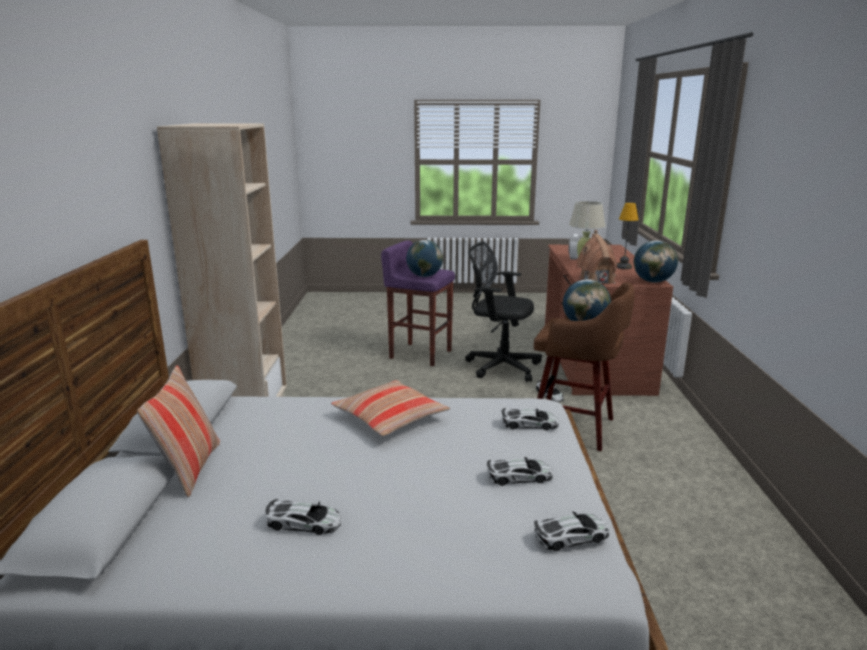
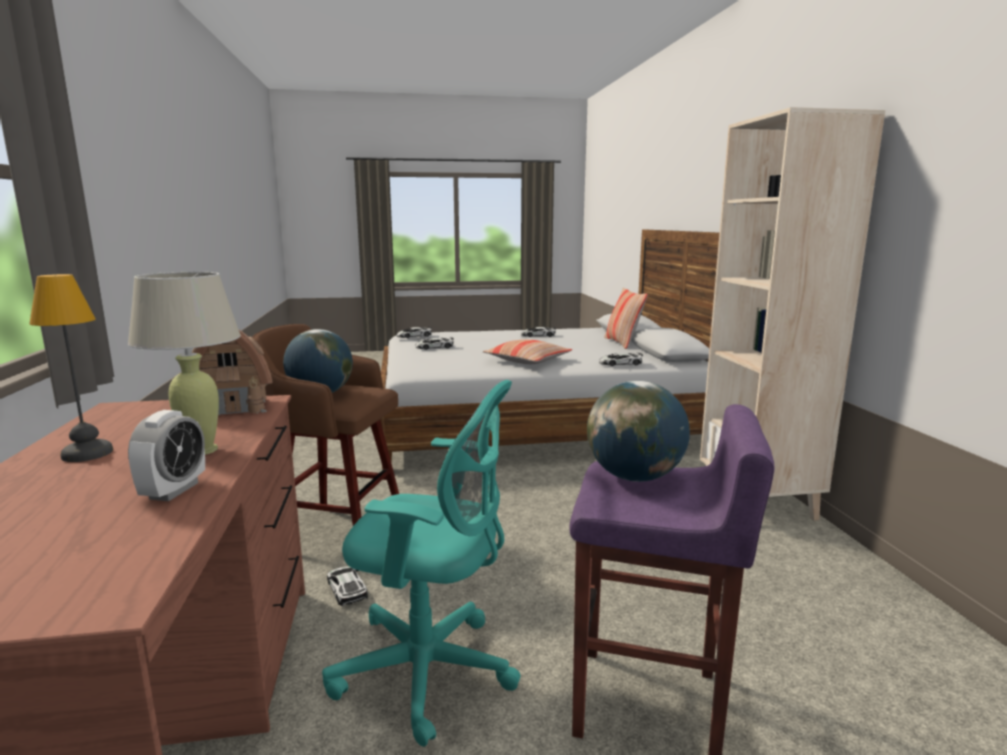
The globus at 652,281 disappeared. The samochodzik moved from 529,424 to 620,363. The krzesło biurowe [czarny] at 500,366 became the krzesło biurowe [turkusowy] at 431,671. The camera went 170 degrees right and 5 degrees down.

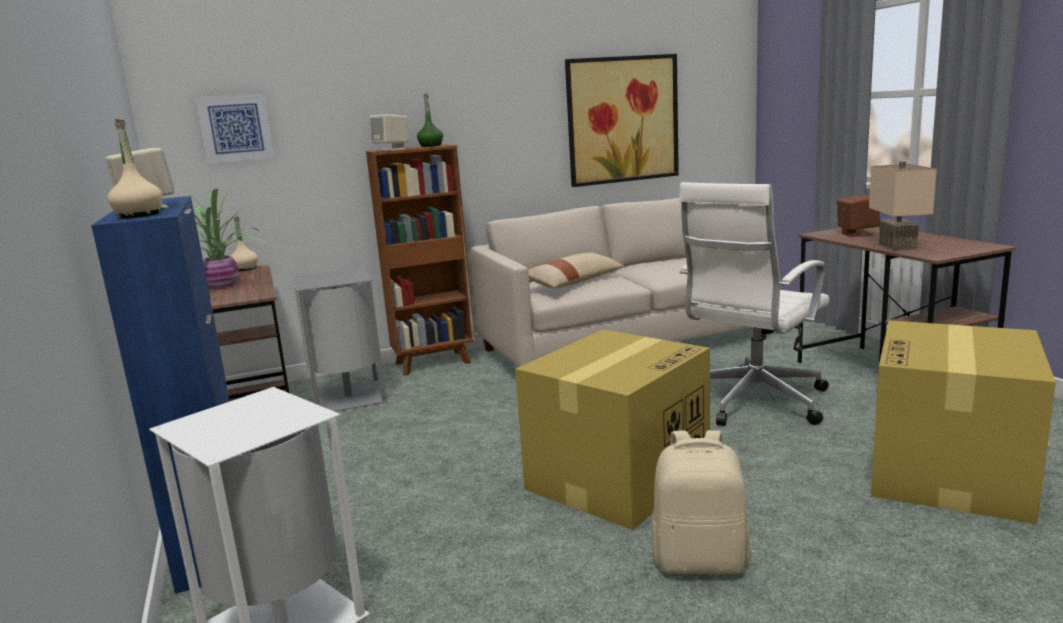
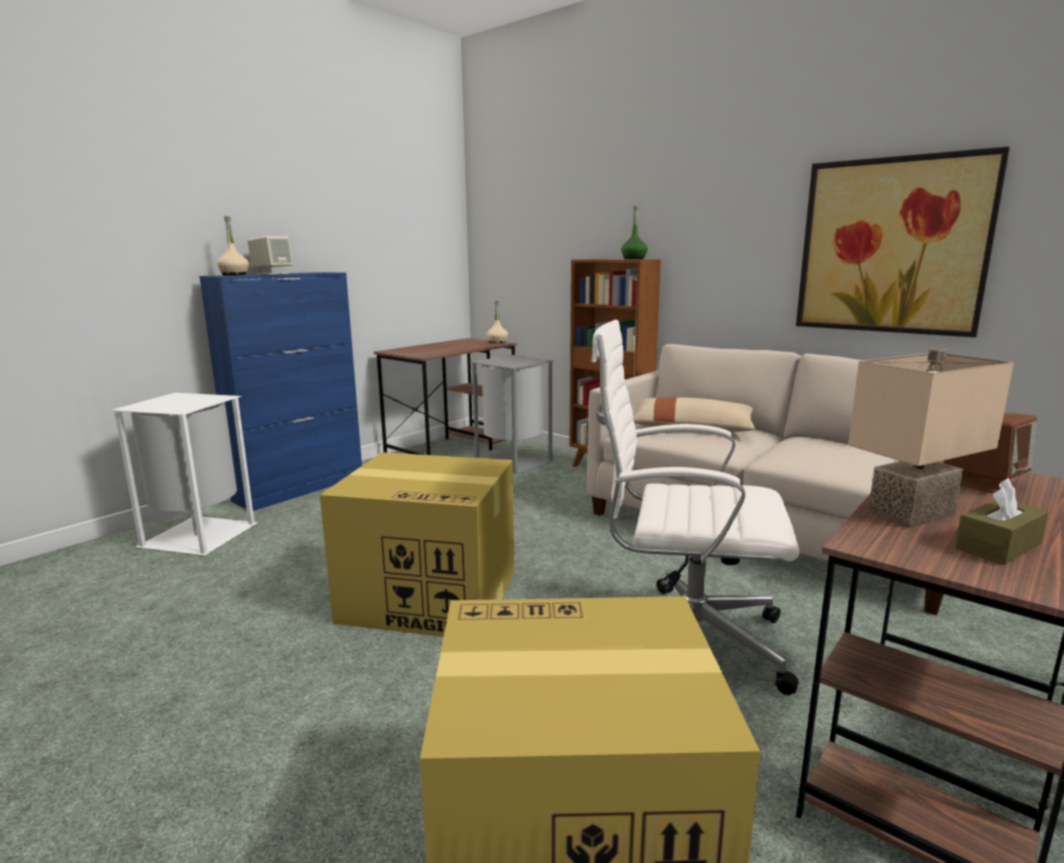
The roślina doniczkowa at 222,286 disappeared. The obraz at 236,128 disappeared. The głośnik [beżowy] at 391,149 disappeared. The plecak [beżowy] at 700,560 disappeared. The pudełko chusteczek [brązowy] at 998,546 appeared. The camera went 60 degrees right and 0 degrees up.

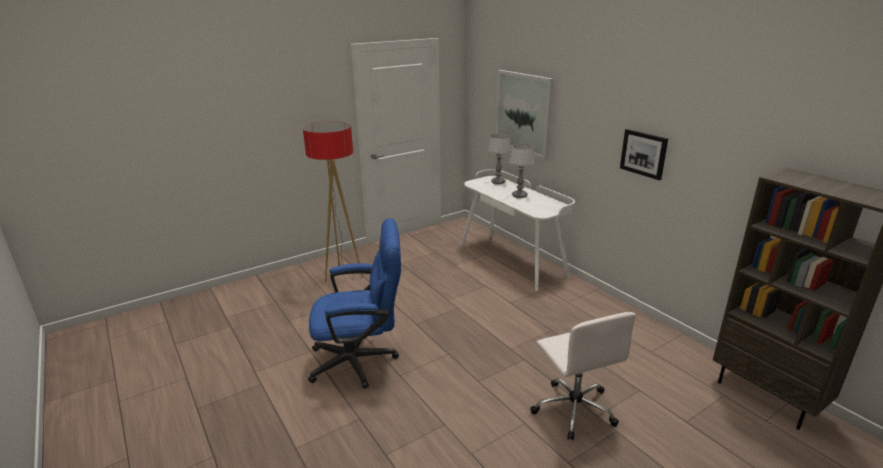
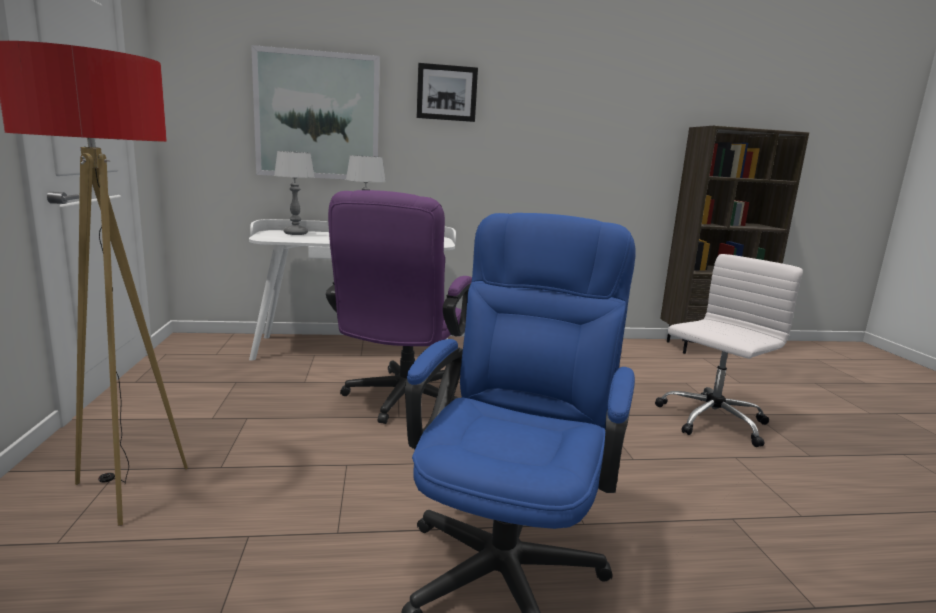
The krzesło biurowe [fioletowy] at 400,401 appeared. The obraz moved from 644,153 to 446,93. The krzesło biurowe [biały] at 573,408 turned 45 degrees counterclockwise. The camera went 65 degrees left and 10 degrees down.

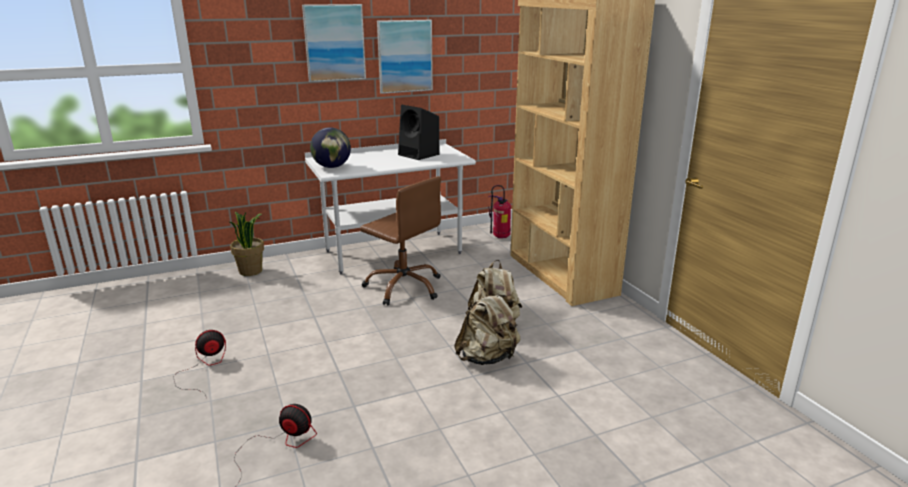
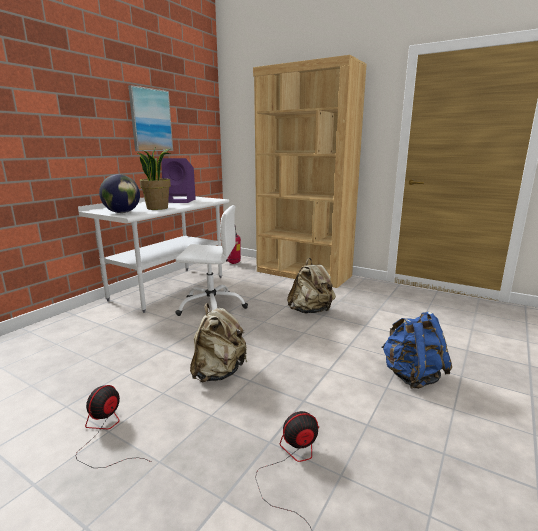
The obraz at 334,43 disappeared. The plecak [niebieski] at 412,376 appeared. The roślina doniczkowa moved from 251,271 to 157,208. The plecak [beżowy] moved from 487,358 to 218,373. The krzesło biurowe [brązowy] at 404,287 became the krzesło biurowe [biały] at 212,307. The głośnik [czarny] at 419,155 became the głośnik [fioletowy] at 180,201. The camera went 35 degrees left and 5 degrees down.

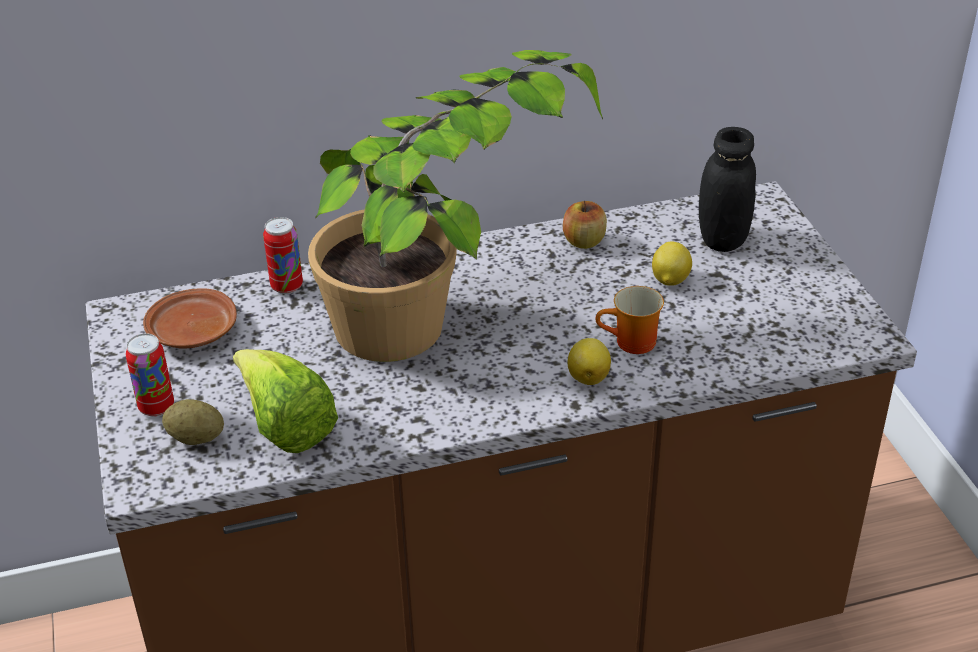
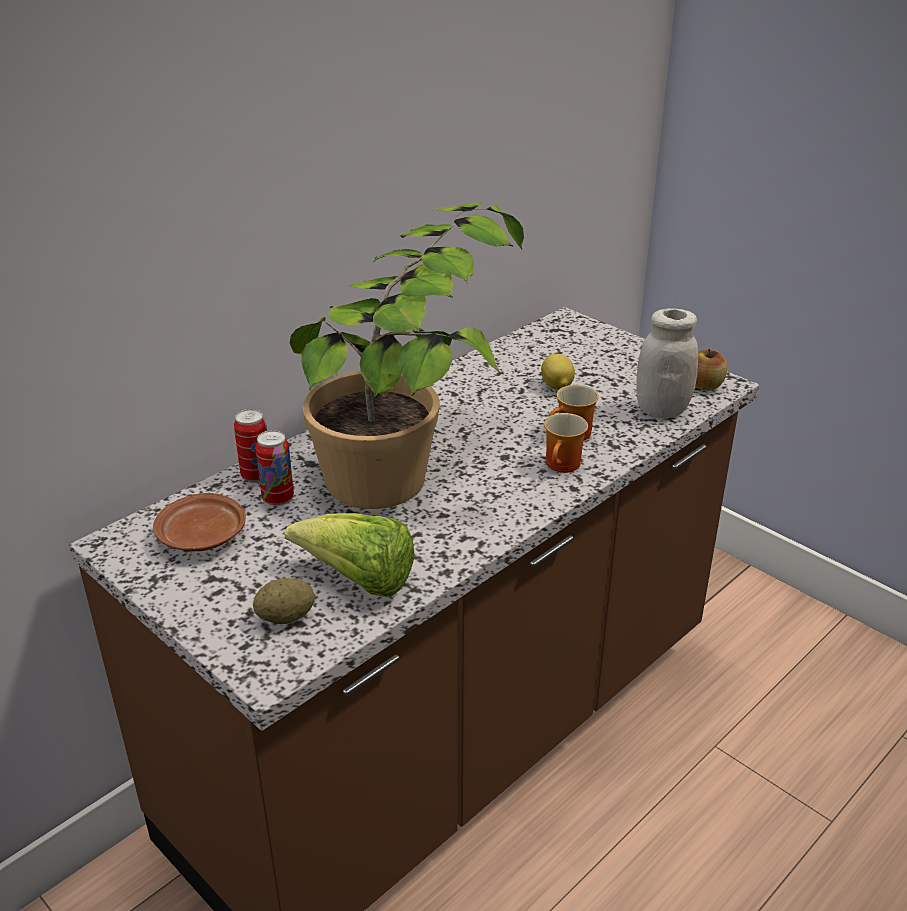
The słoik [czarny] at 722,239 disappeared. The słoik [biały] at 661,410 appeared. The puszka moved from 156,407 to 278,499. The jabłko moved from 584,241 to 705,385. The cytryna at 589,376 was replaced by the kubek at 564,466. The camera went 30 degrees left and 5 degrees down.

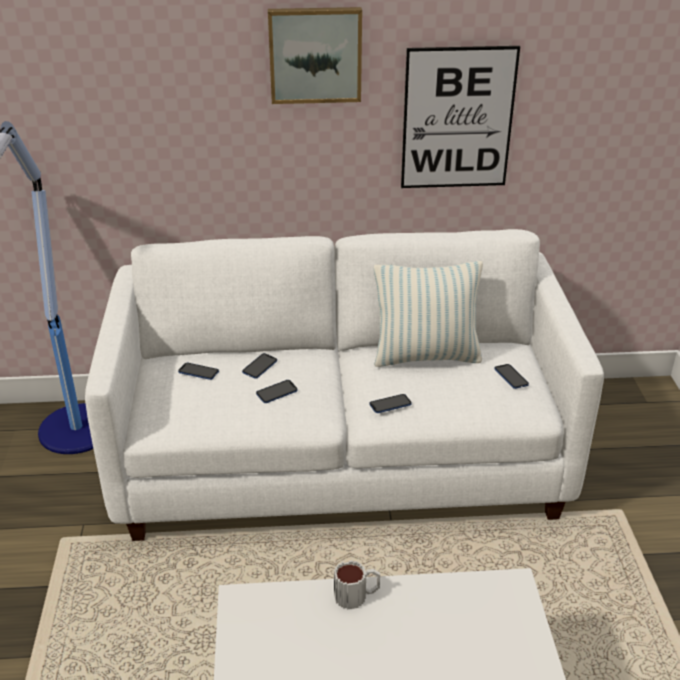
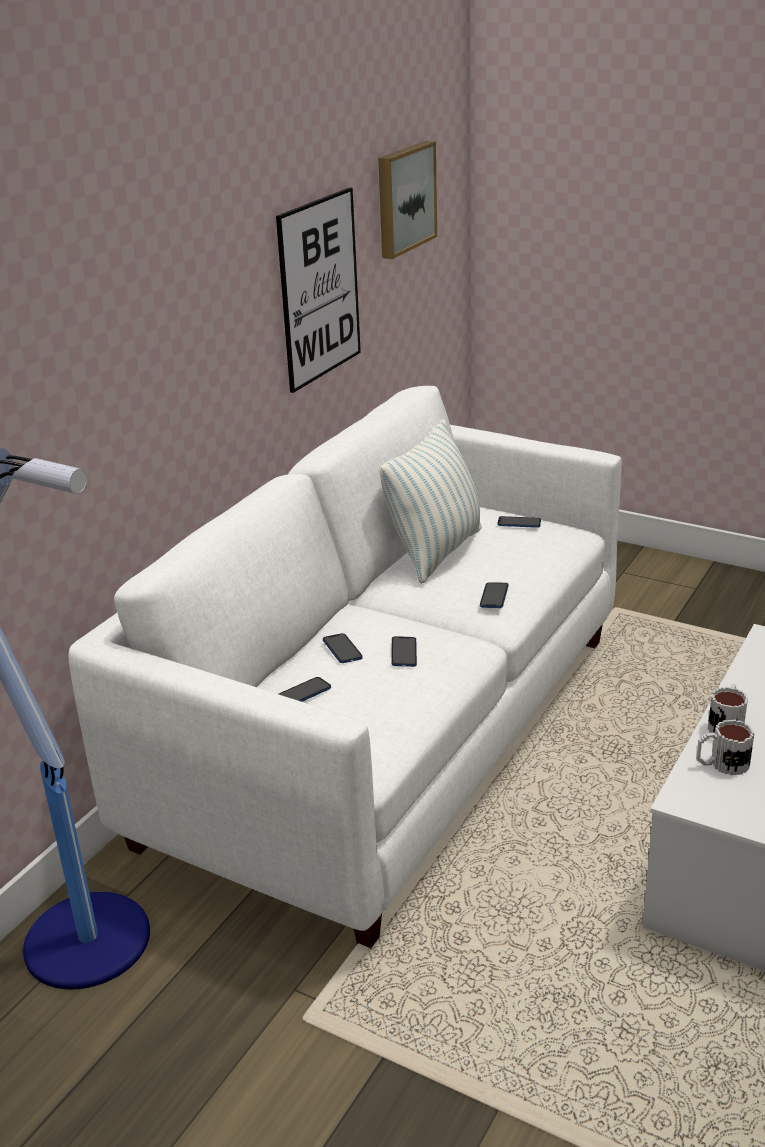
The kubek at 721,764 appeared. The obraz moved from 315,54 to 404,198. The camera went 55 degrees left and 5 degrees down.

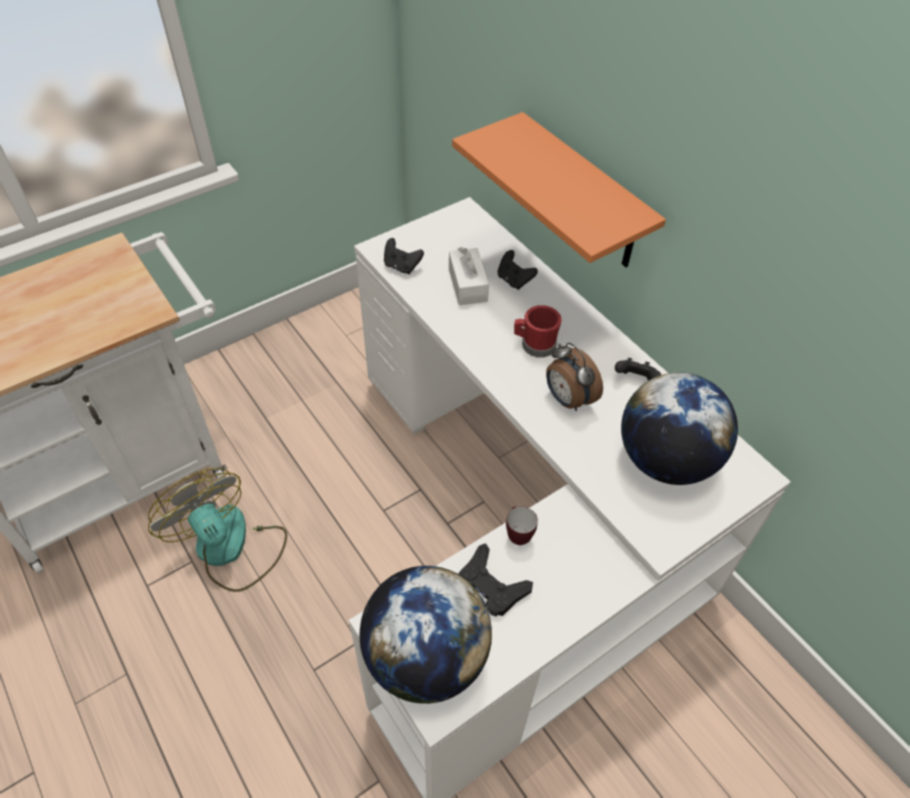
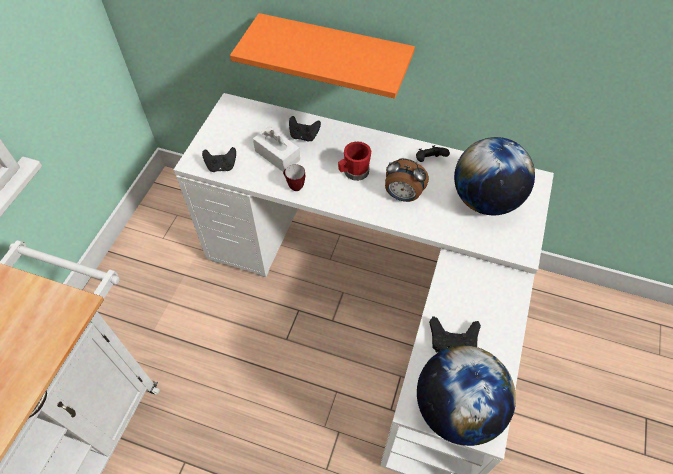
The wentylator at 230,548 disappeared. The kubek moved from 517,534 to 294,186. The camera went 35 degrees left and 5 degrees up.

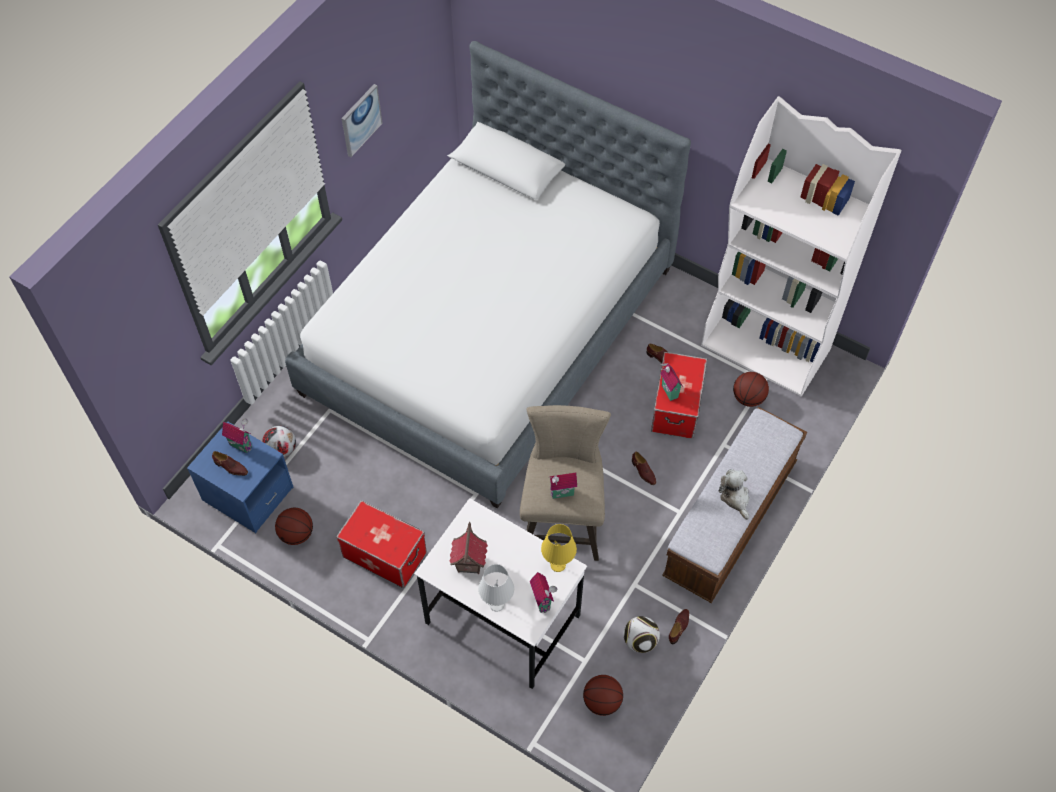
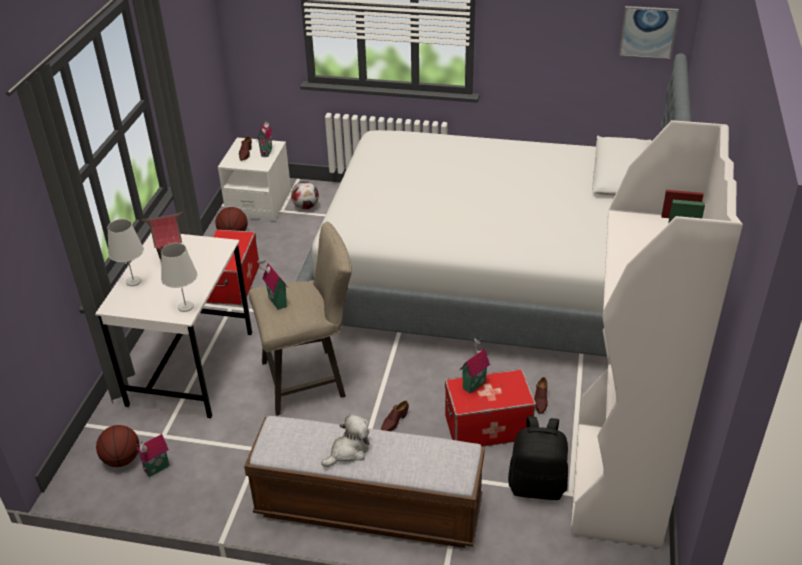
The piłka futbolowa at 640,640 disappeared. The but [brązowy] at 679,627 disappeared. The obraz moved from 360,120 to 648,32. The domek moved from 543,601 to 157,469. The piłka do koszykówki at 748,398 was replaced by the plecak [czarny] at 537,485. The szafka nocna [niebieski] at 248,494 became the szafka nocna [biały] at 259,203. The lampa stołowa [żółty] at 558,564 became the lampa stołowa [biały] at 186,306. The camera went 70 degrees right and 20 degrees down.

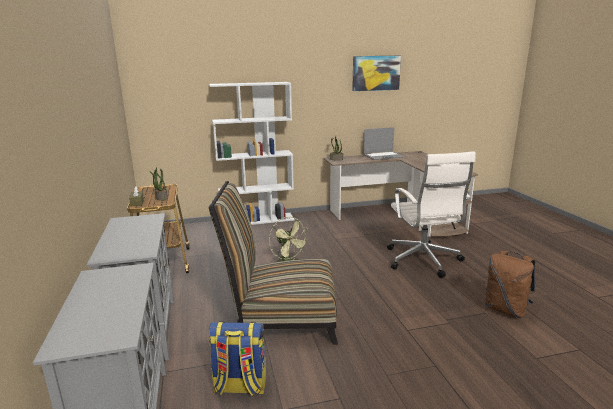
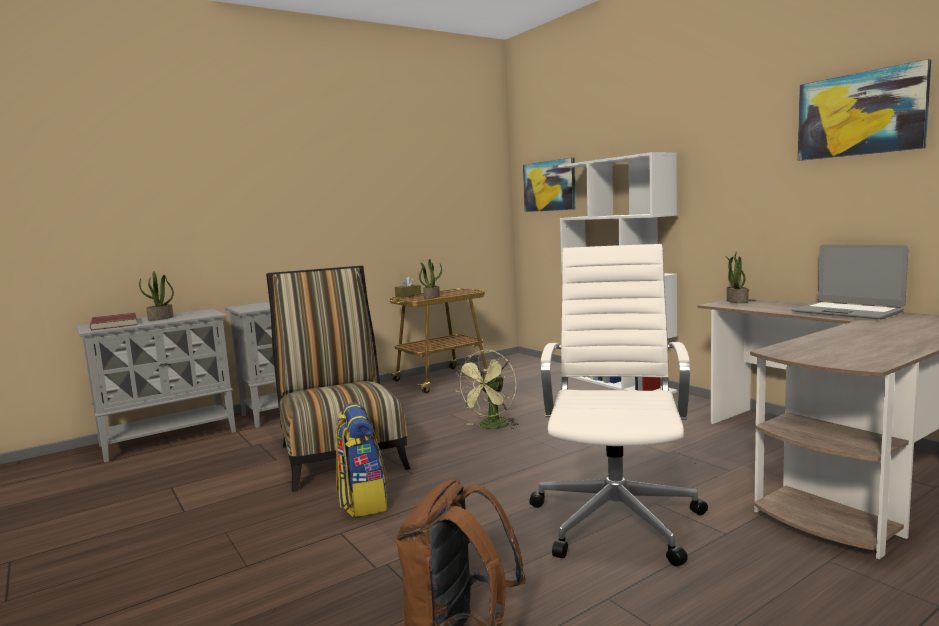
The książka [czerwony] at 115,324 appeared. The roślina doniczkowa at 161,318 appeared. The obraz at 549,186 appeared. The plecak moved from 240,386 to 362,501. The krzesło biurowe [biały] at 423,261 turned 135 degrees clockwise. The camera went 70 degrees right and 10 degrees down.

